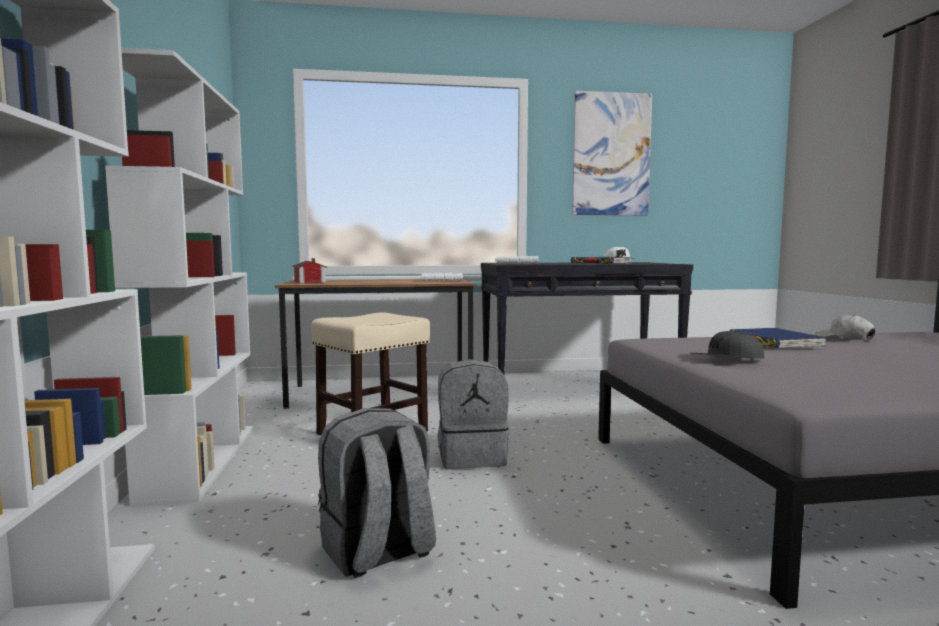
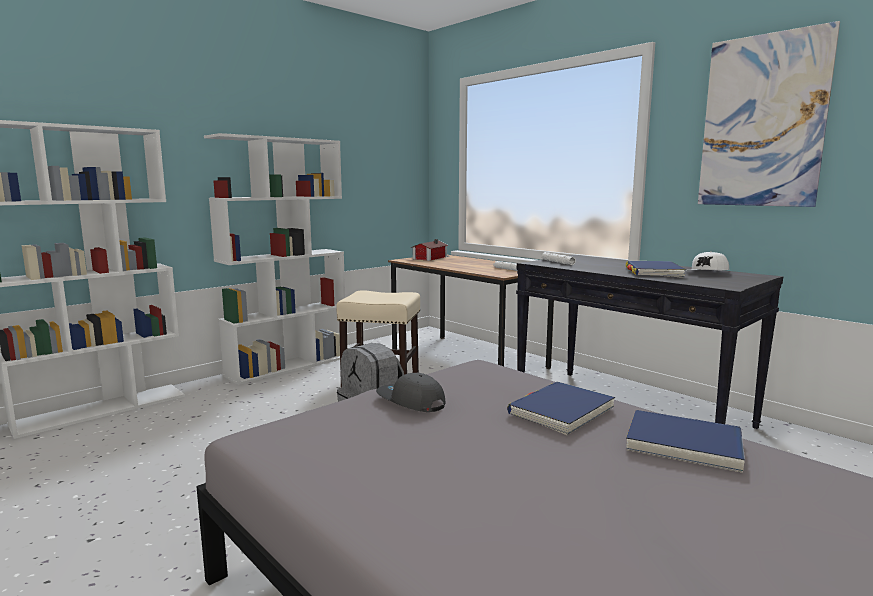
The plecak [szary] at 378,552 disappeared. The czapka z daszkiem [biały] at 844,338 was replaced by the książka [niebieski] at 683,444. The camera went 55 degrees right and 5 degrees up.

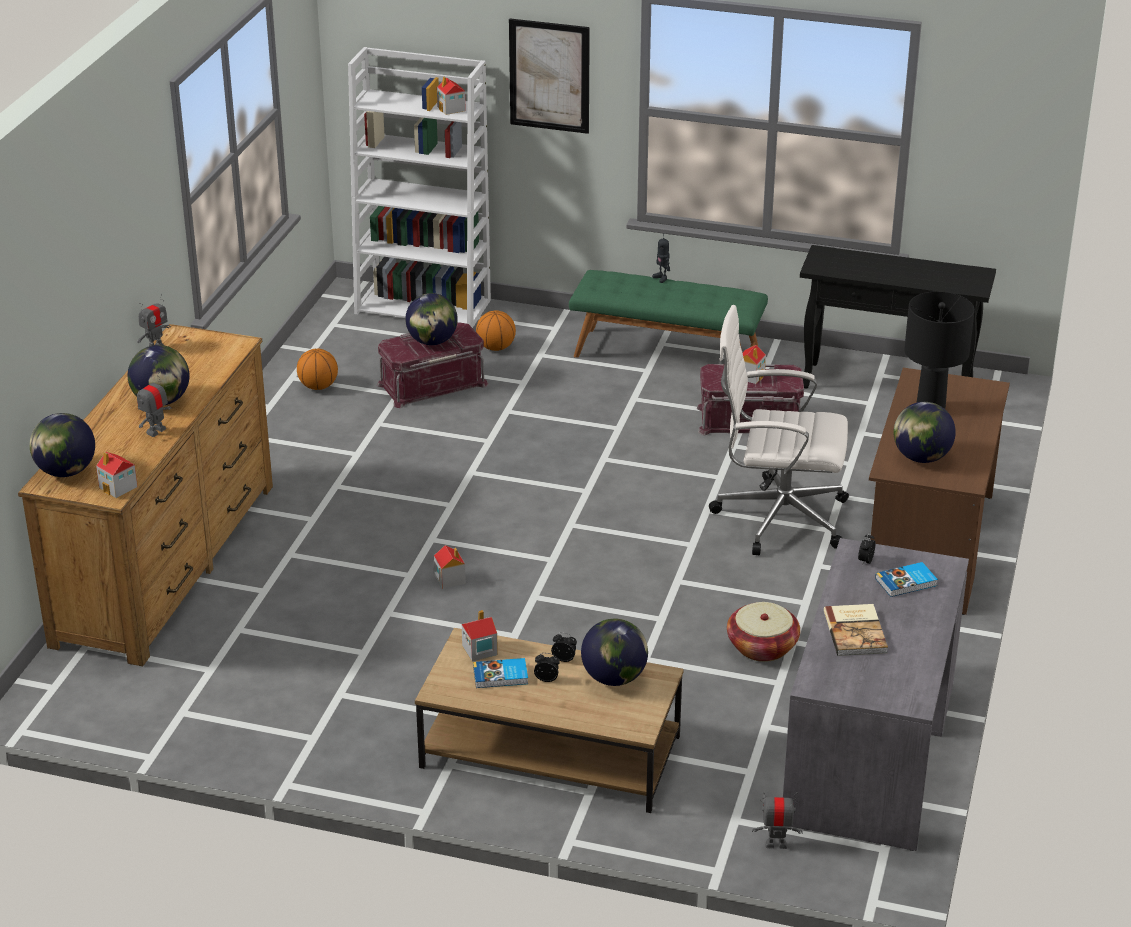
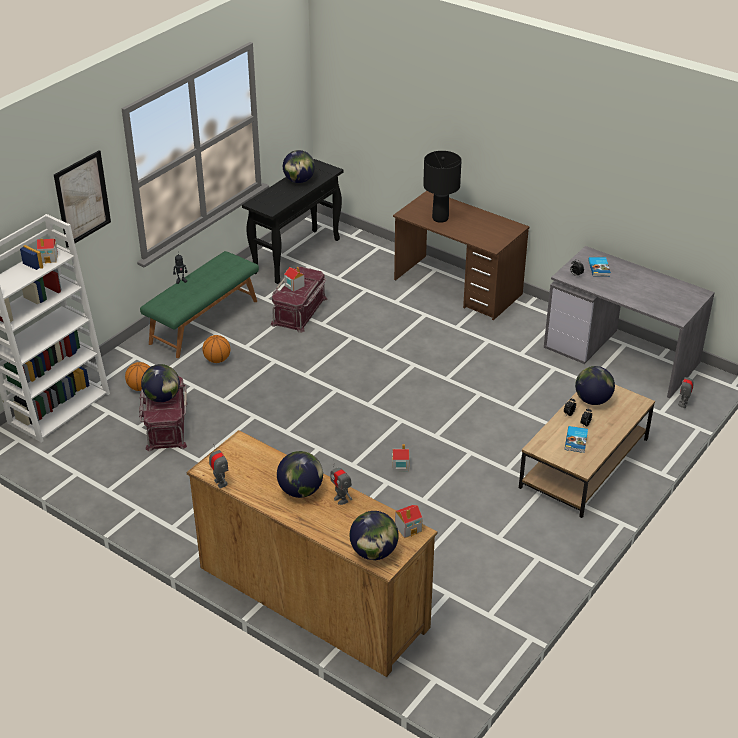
The domek at 479,650 disappeared. The krzesło biurowe [biały] at 777,517 disappeared. The koszyk at 762,647 disappeared. The książka at 856,631 disappeared. The piłka do koszykówki moved from 318,386 to 217,360. The globus moved from 921,457 to 299,181. The camera went 70 degrees left and 5 degrees up.

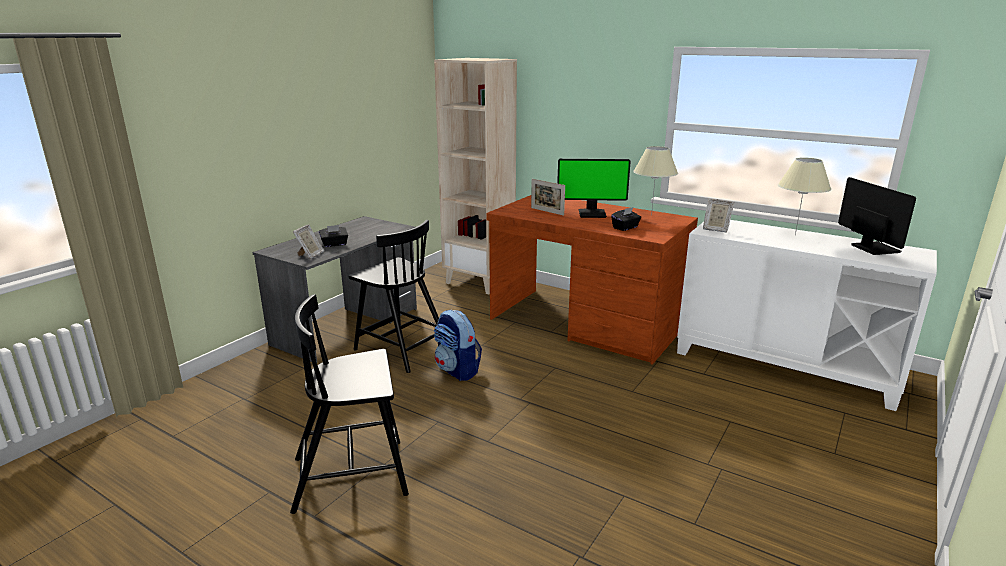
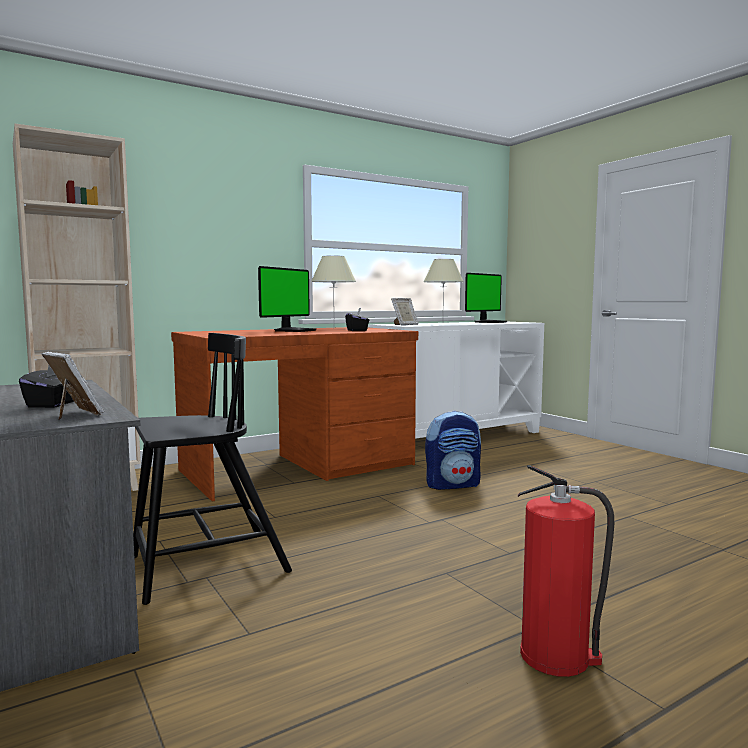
The ramka na zdjęcie at 547,211 disappeared. The plecak moved from 457,370 to 453,485. The krzesło [czarny] at 352,475 was replaced by the gaśnica at 556,657. The monitor at 873,249 turned 120 degrees clockwise. The camera went 65 degrees left and 15 degrees down.

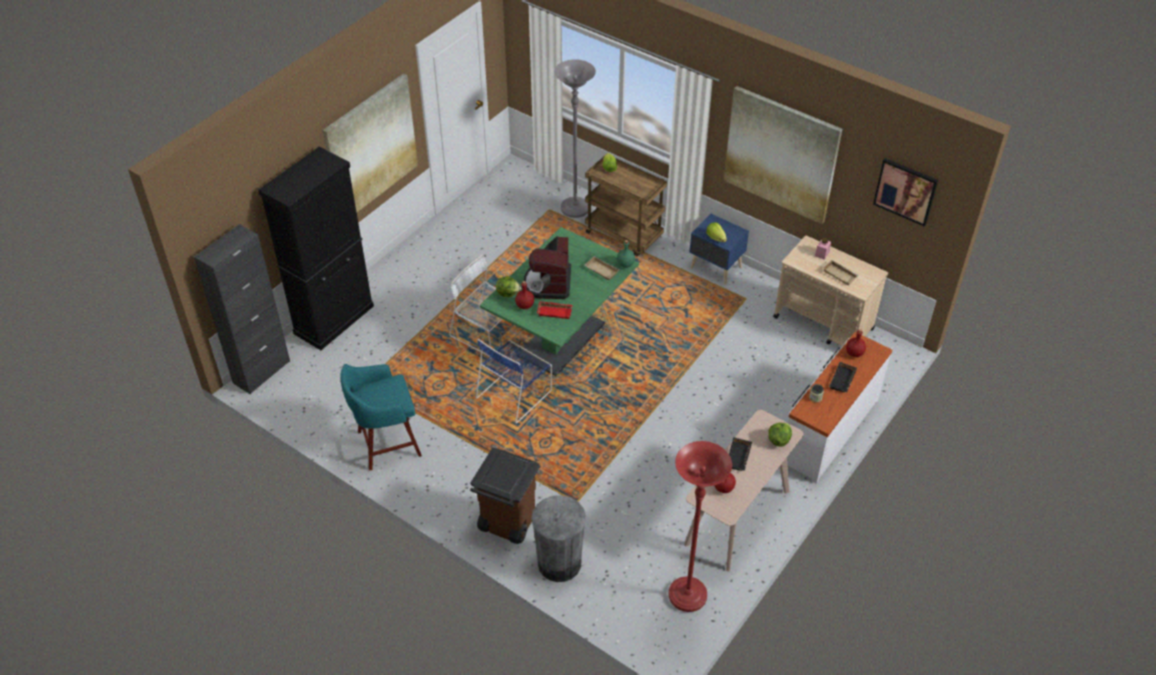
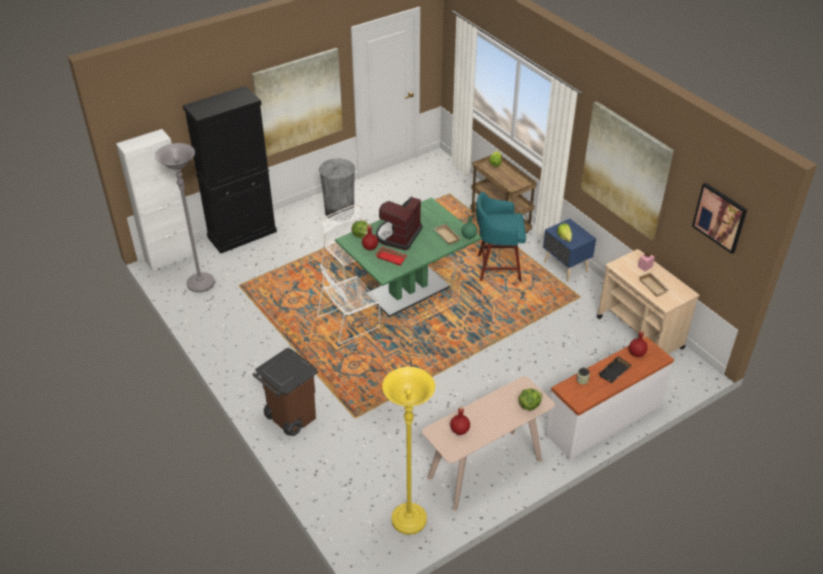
The taca [czarny] at 739,457 disappeared. The stołek [turkusowy] moved from 386,444 to 497,268. The kosz na śmieci [szary] moved from 559,563 to 339,212. The lampa stojąca [szary] moved from 575,209 to 201,284. The szafka [czarny] at 261,372 became the szafka [biały] at 169,258. The krzesło [niebieski] at 515,393 became the krzesło [biały] at 350,321. The lampa stojąca [czerwony] at 687,596 became the lampa stojąca [żółty] at 409,520. The camera went 20 degrees right and 5 degrees down.

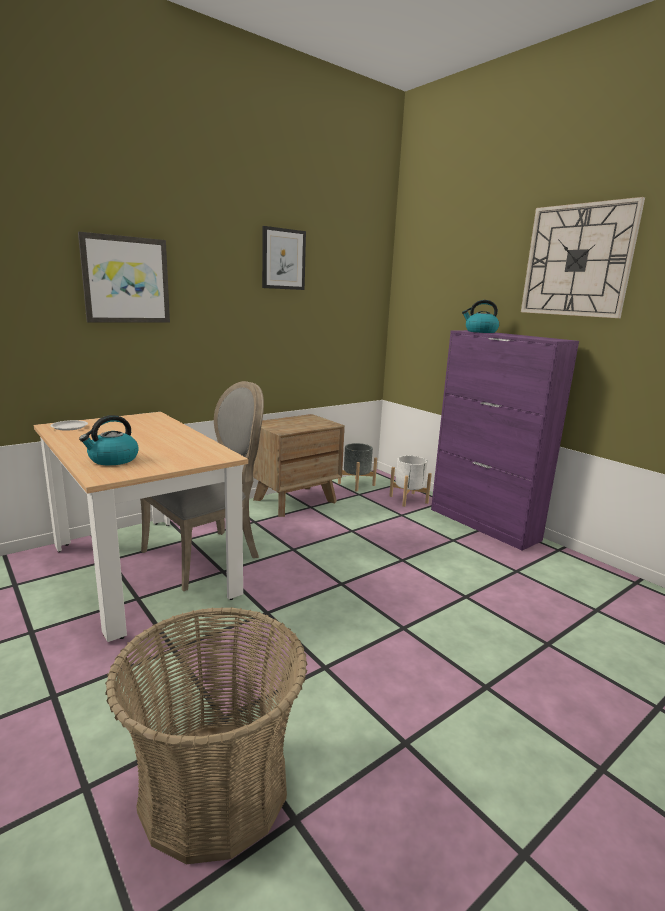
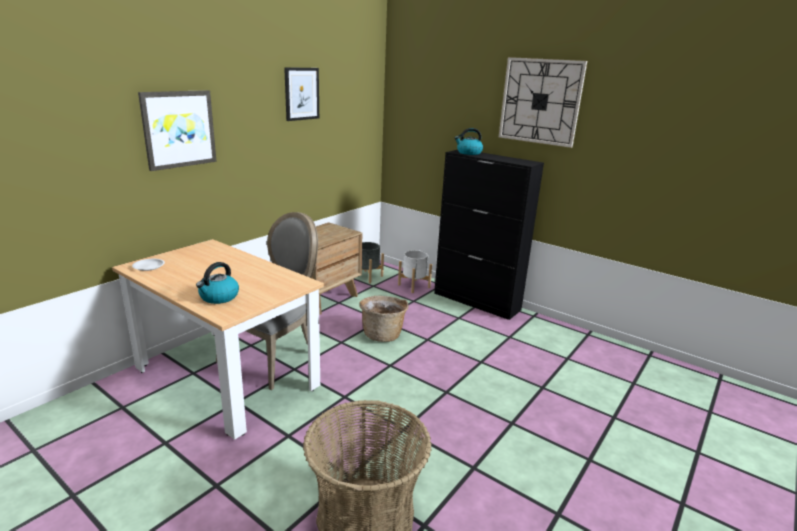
The koszyk at 383,334 appeared. The szafka [fioletowy] at 483,524 became the szafka [czarny] at 477,301. The camera went 15 degrees left and 5 degrees up.

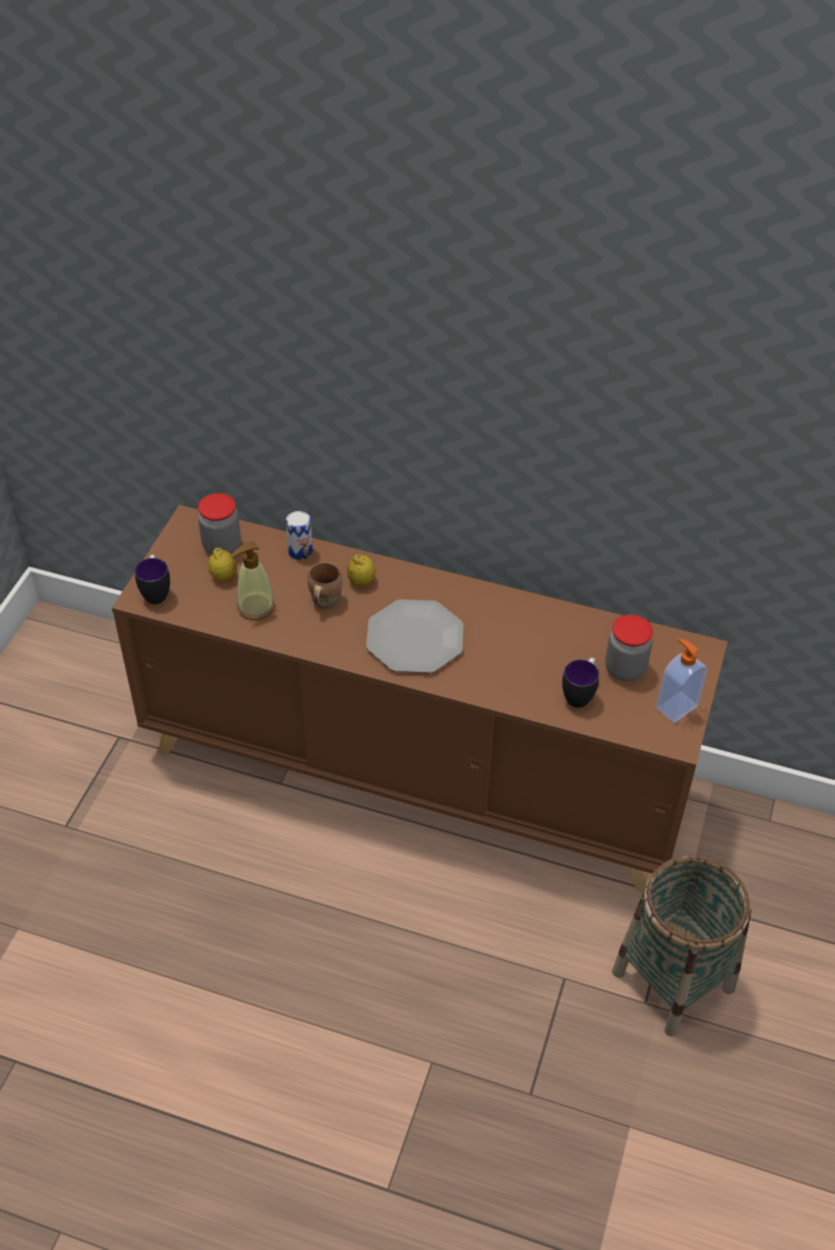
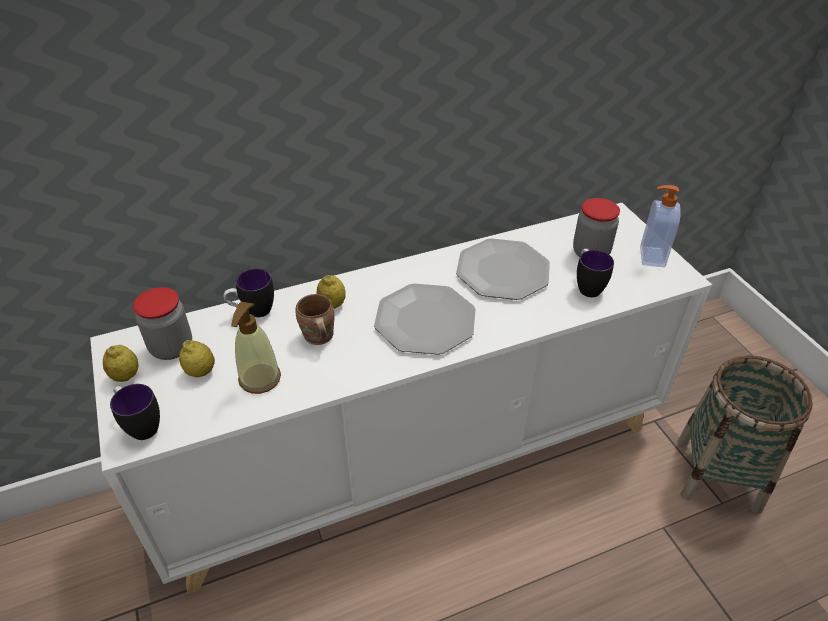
The cytryna at 126,376 appeared. The talerz at 502,271 appeared. The puszka at 300,551 was replaced by the kubek at 253,312. The szafka [brązowy] at 416,771 became the szafka [biały] at 415,456. The camera went 40 degrees left and 5 degrees down.

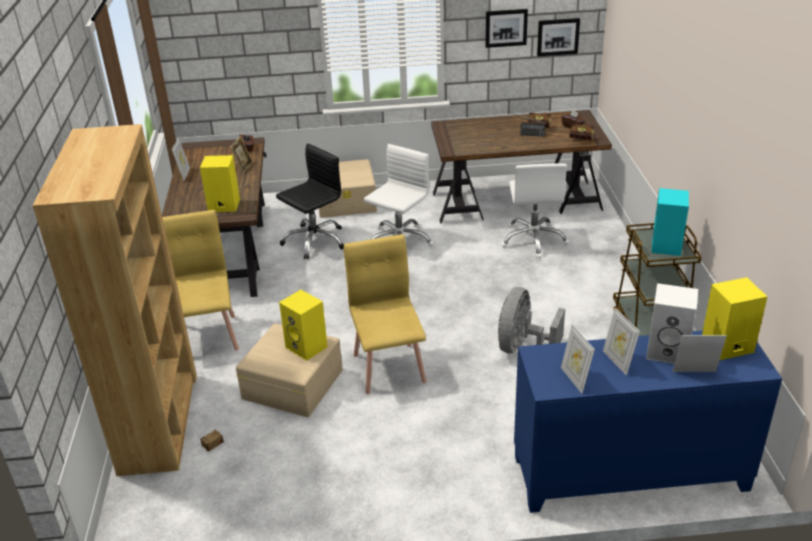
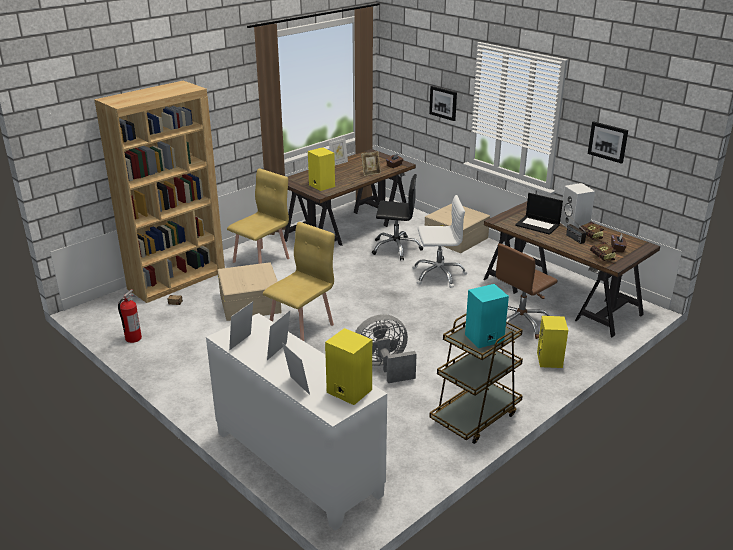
The gaśnica at 133,338 appeared. The laptop at 538,225 appeared. The głośnik [żółty] moved from 307,347 to 550,360. The obraz moved from 558,36 to 443,103. The głośnik [biały] moved from 668,351 to 575,225. The krzesło biurowe [biały] at 533,240 became the krzesło biurowe [brązowy] at 520,323. The szafka [niebieski] at 629,474 became the szafka [biały] at 296,463. The camera went 50 degrees right and 5 degrees down.

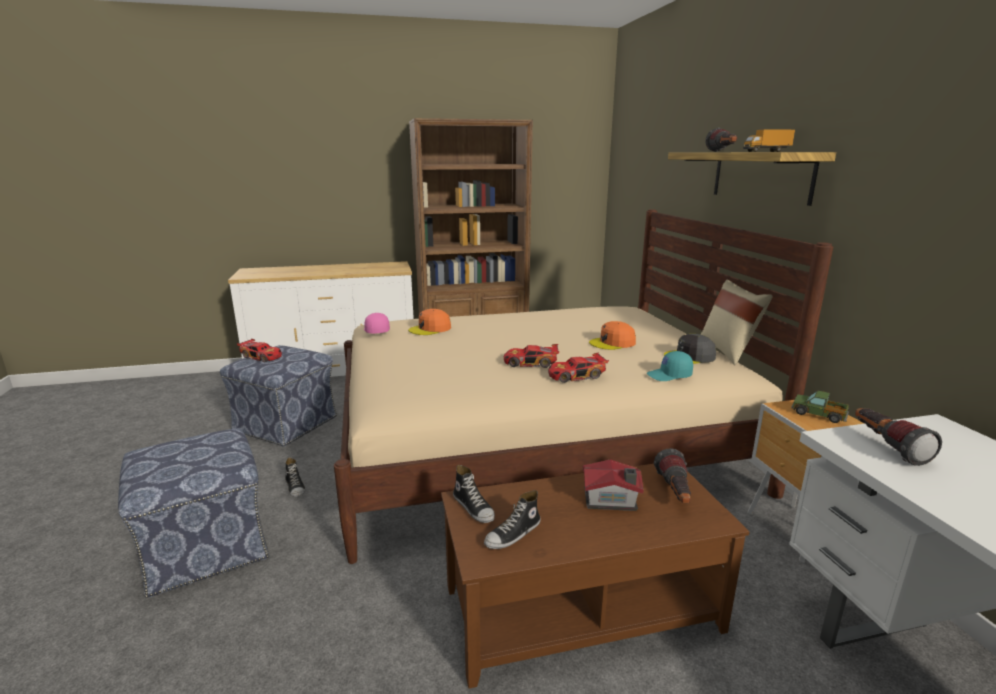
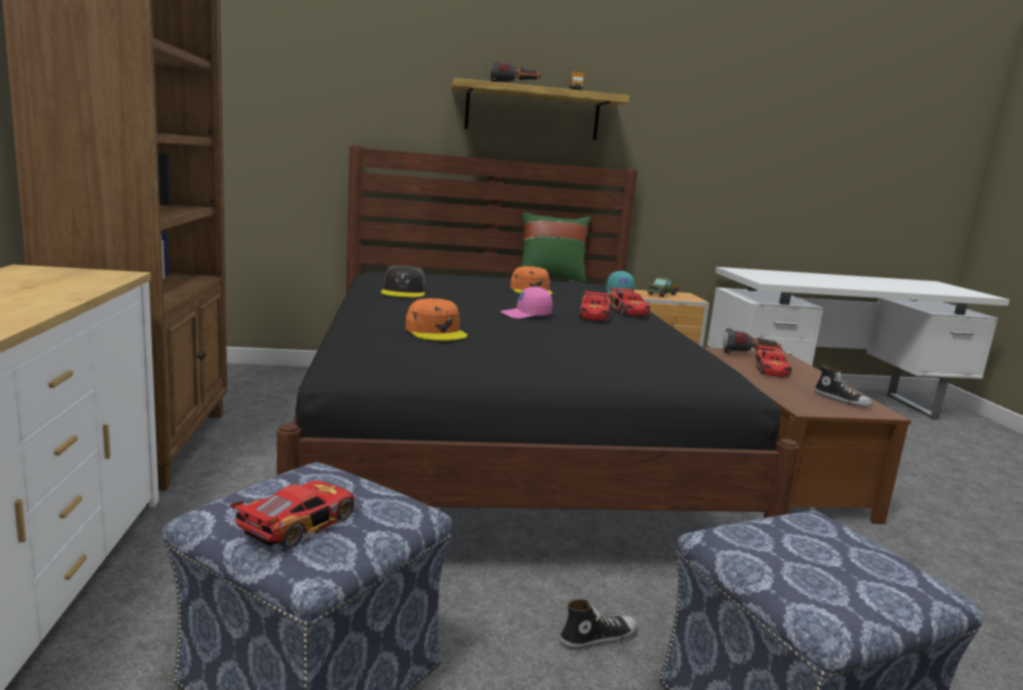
The but at 474,508 disappeared. The latarka at 886,446 disappeared. The czapka z daszkiem [różowy] moved from 375,331 to 526,315. The czapka z daszkiem [szary] moved from 690,357 to 404,292. The domek at 611,501 was replaced by the samochodzik at 771,370. The łóżko [beżowy] at 534,445 became the łóżko [czarny] at 501,447. The poduszka [beżowy] at 728,352 became the poduszka [zielony] at 550,278. The camera went 85 degrees left and 5 degrees down.

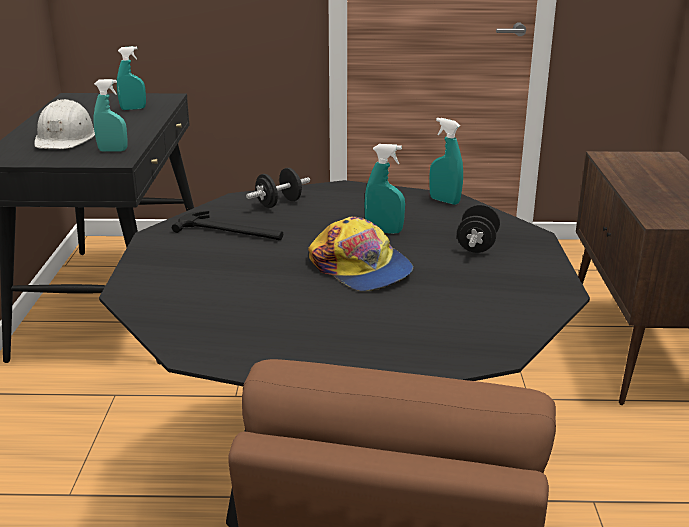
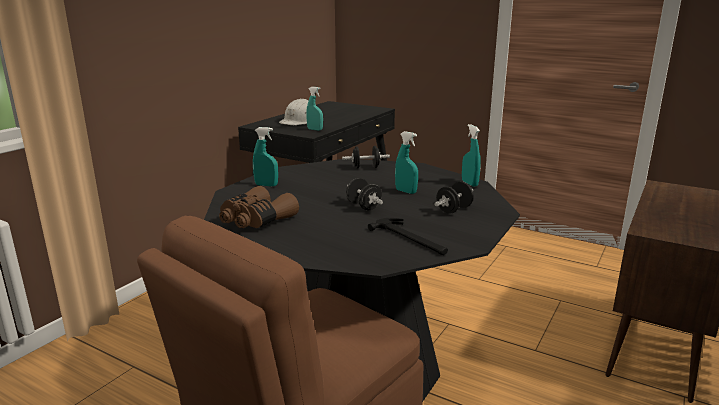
The lornetka [brązowy] at 255,220 appeared. The spryskiwacz [turkusowy] moved from 133,109 to 266,185. The młotek moved from 231,231 to 410,239. The czapka z daszkiem at 360,268 was replaced by the hantel [czarny] at 363,206. The camera went 30 degrees right and 5 degrees down.

